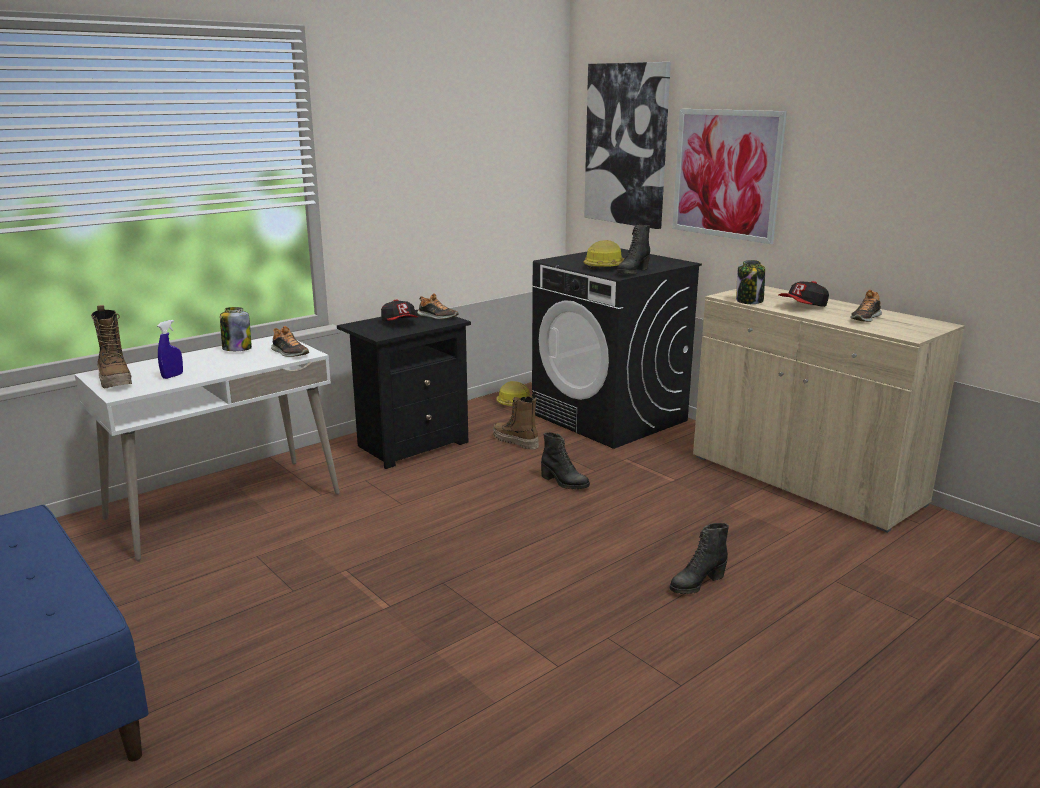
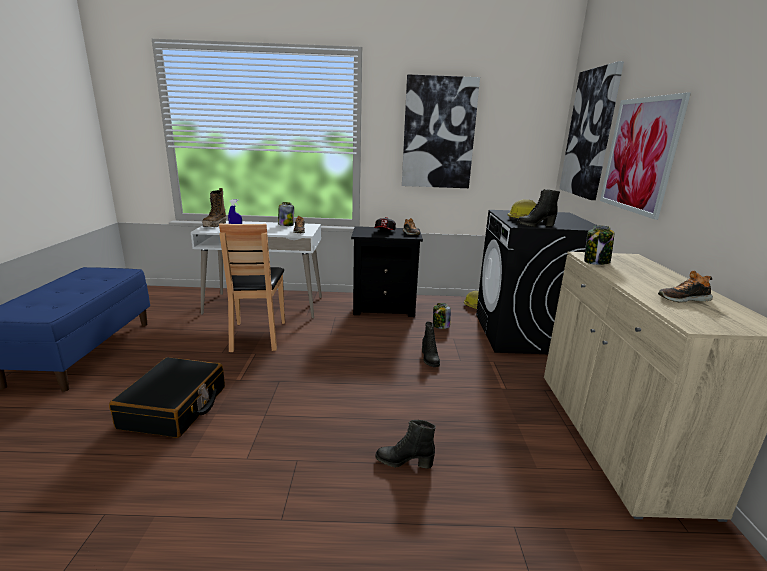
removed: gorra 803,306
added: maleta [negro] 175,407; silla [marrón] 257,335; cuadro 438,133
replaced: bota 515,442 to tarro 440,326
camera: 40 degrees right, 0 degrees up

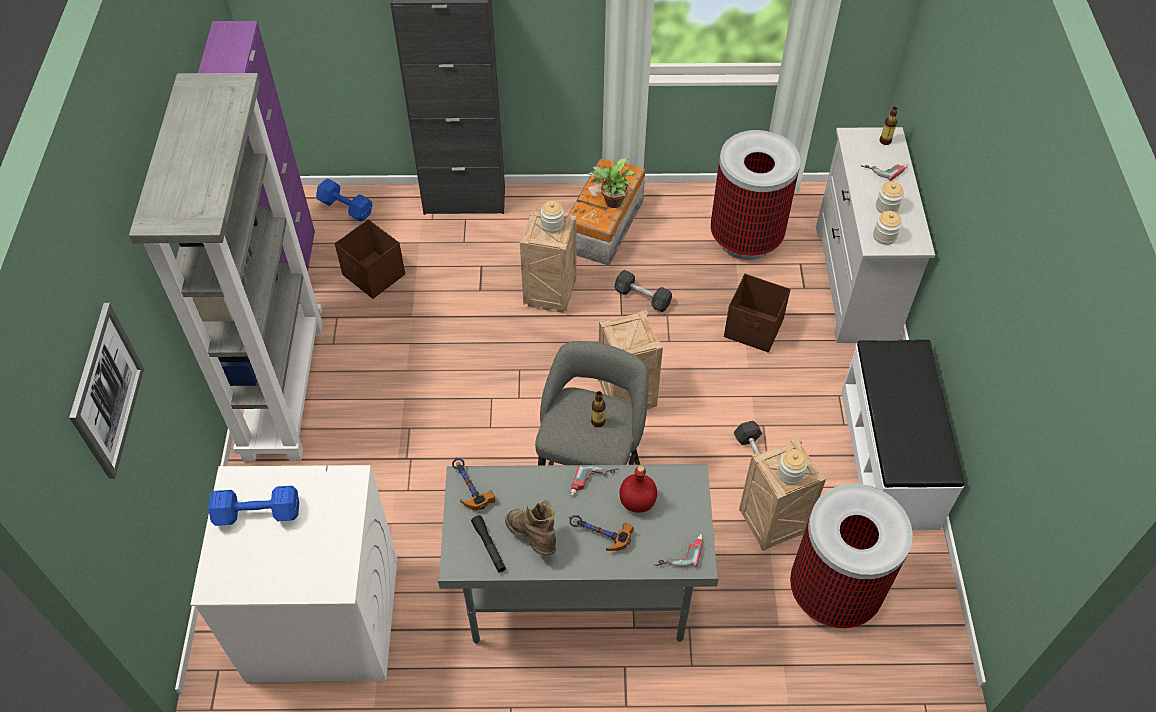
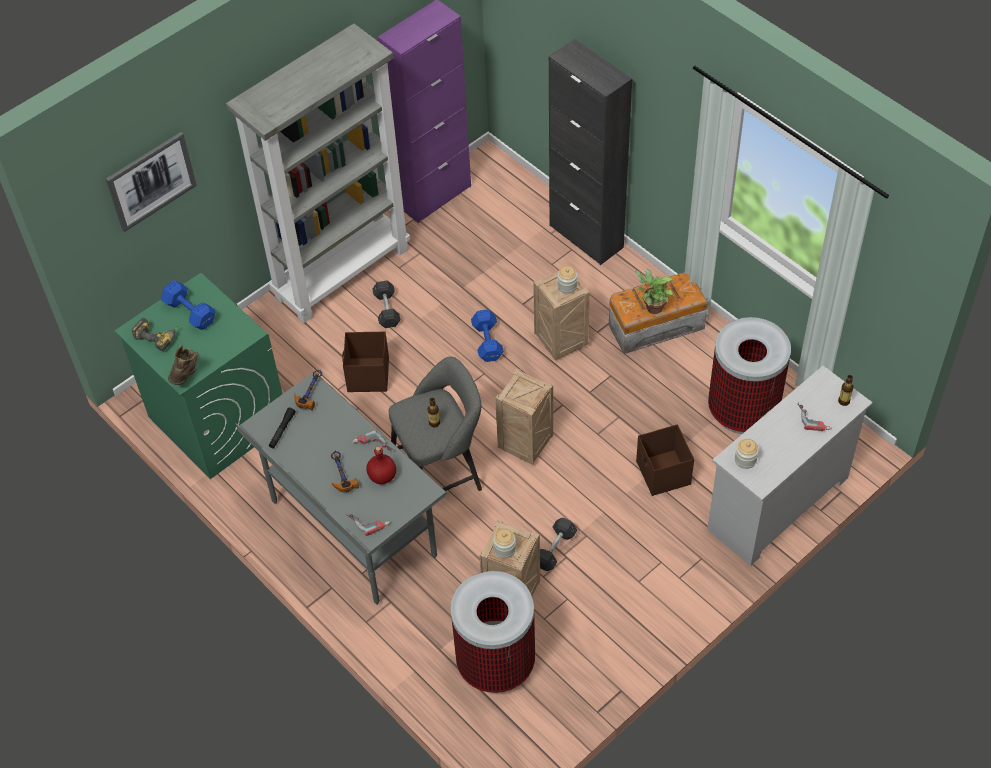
removed: banco [blanco] 889,457; tarro 887,207
added: taladro 158,336
moved: bota [marrón] 533,538 to 186,374; caja de almacenaje [marrón] 374,276 to 368,376; mancuerna [gris] 642,297 to 387,310; mancuerna [azul] 346,208 to 487,343
recoloured: lavadora [blanco] 322,618 to lavadora [verde] 217,419
camera: 50 degrees right, 0 degrees up

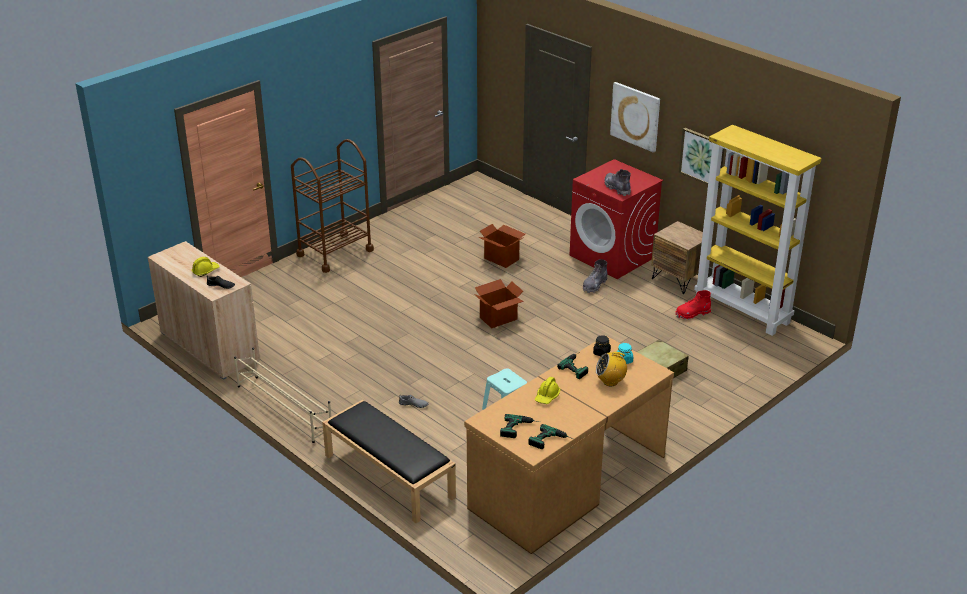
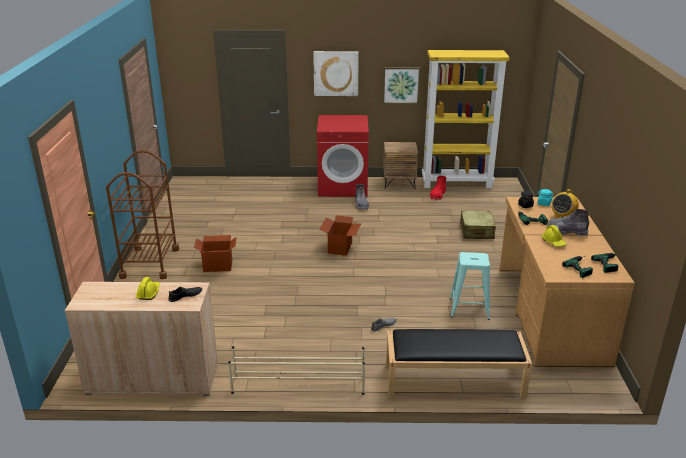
moved: caja de cartón 501,259 to 217,266; bota [gris] 617,188 to 566,231
camera: 45 degrees left, 5 degrees down

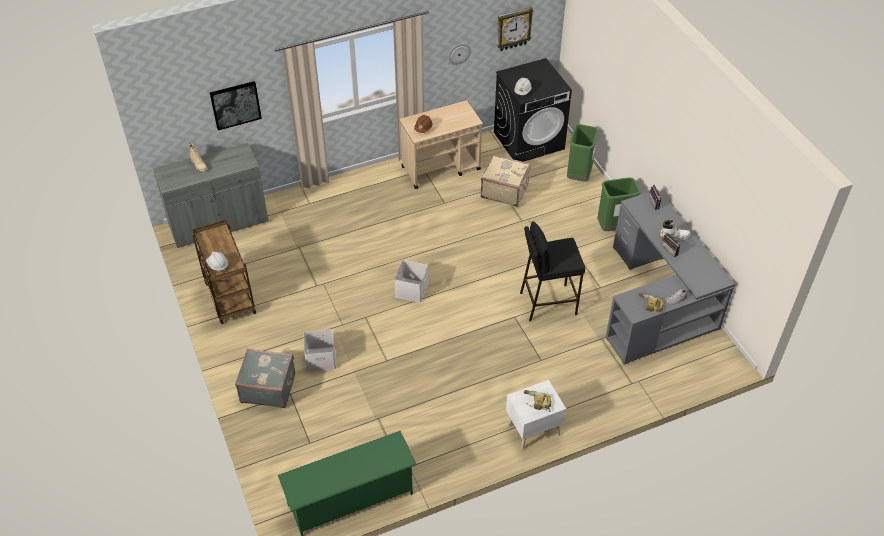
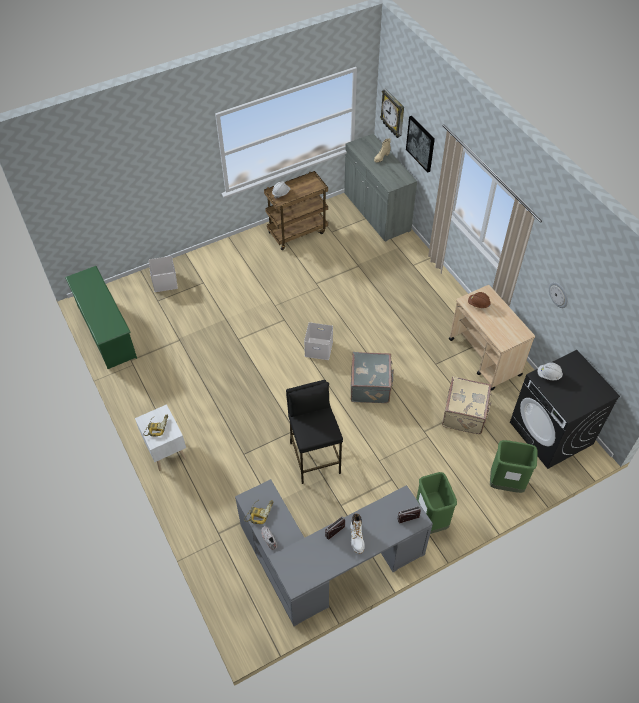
moved: caja de almacenaje [blanco] 321,358 to 165,282; maleta [gris] 268,387 to 371,386; reloj de pared 513,28 to 393,114
camera: 85 degrees right, 5 degrees up

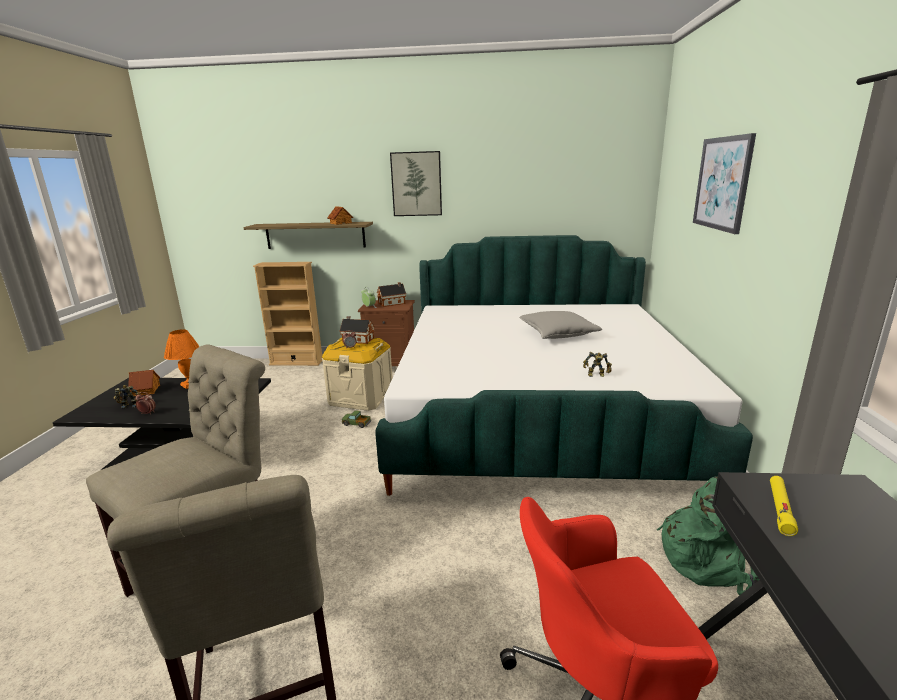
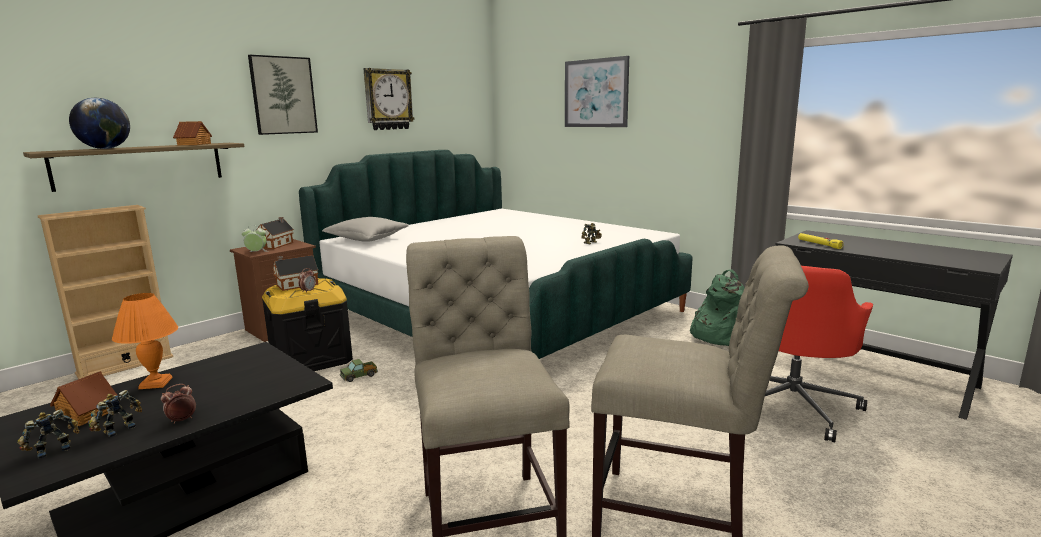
added: robot de juguete 53,449; globo terráqueo 105,148; reloj de pared 388,99
moved: cojín [gris] 558,334 to 367,239
recoloured: caja de almacenaje [beis] 361,397 to caja de almacenaje [negro] 311,359
camera: 50 degrees left, 5 degrees down

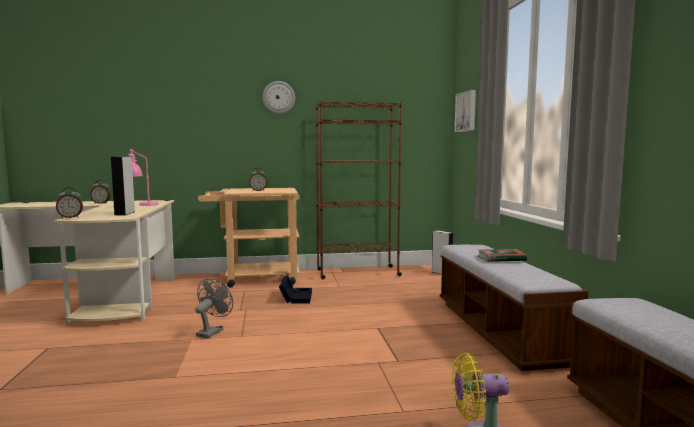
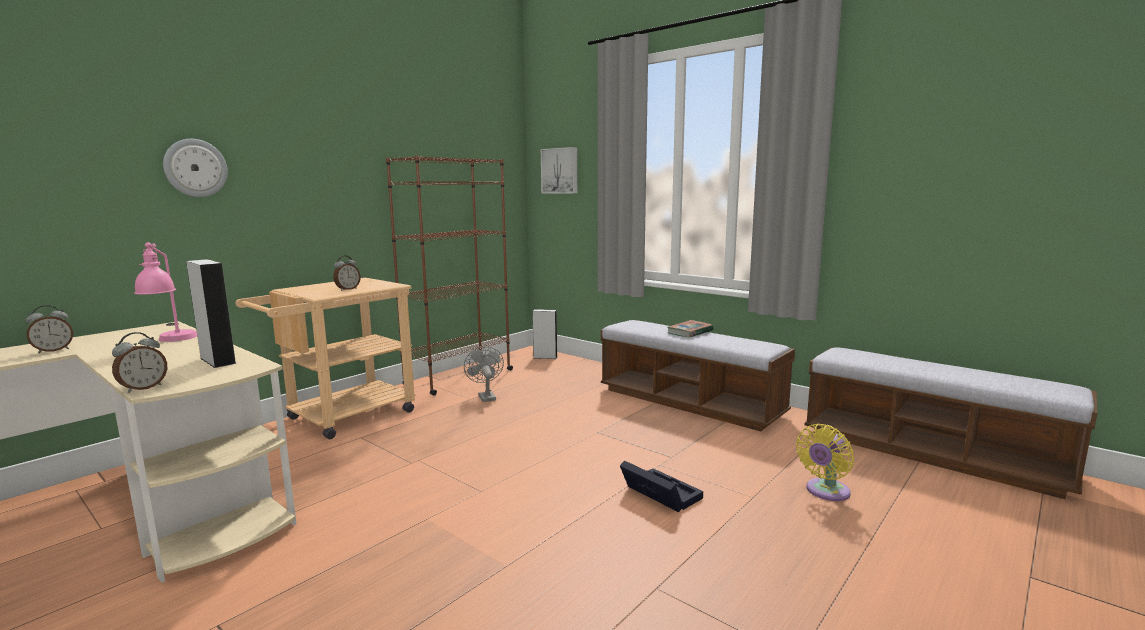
moved: reloj de pared 279,97 to 195,168; ventilador [gris] 212,331 to 485,396; caja de almacenaje [negro] 296,297 to 658,494
camera: 40 degrees left, 5 degrees up

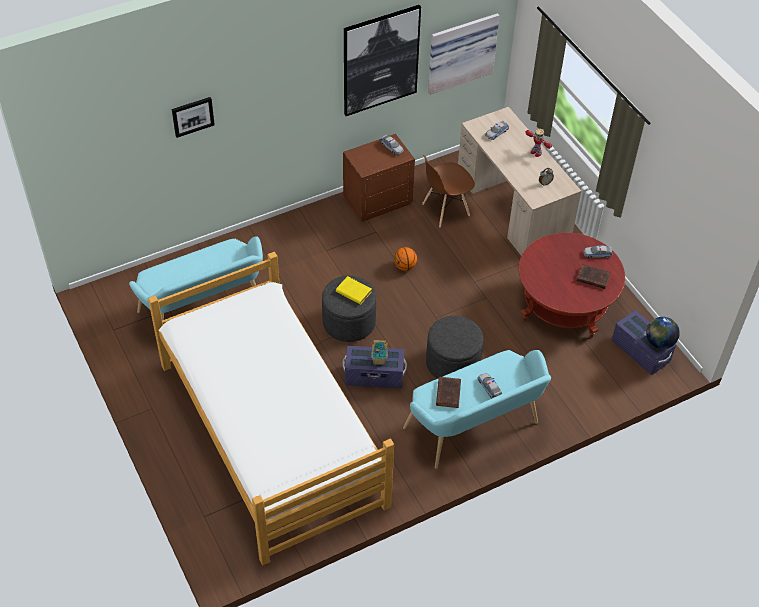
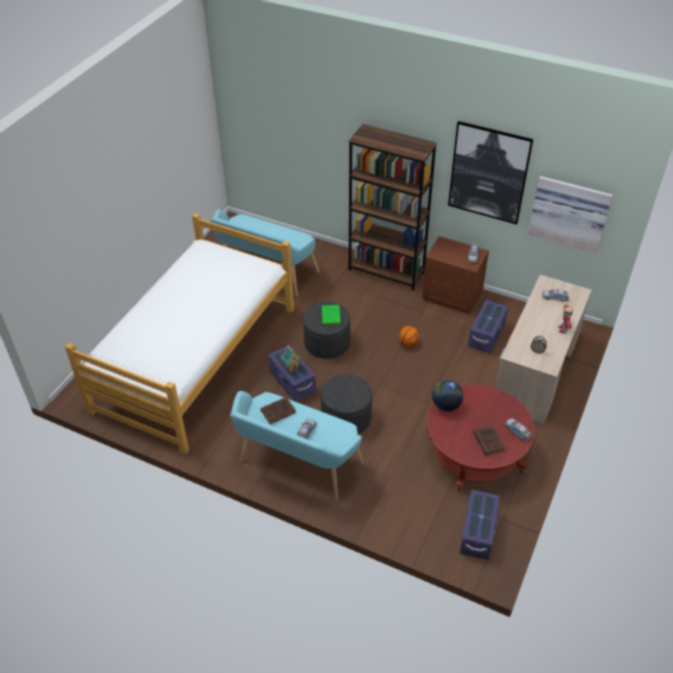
removed: cuadro 192,116
added: estantería [marrón] 386,271
moved: globo terráqueo 659,342 to 446,405
replaced: silla [marrón] 445,210 to caja de almacenaje [morado] 486,335
recoloured: libro [amarillo] 353,291 to libro [verde] 331,316
camera: 55 degrees right, 5 degrees down

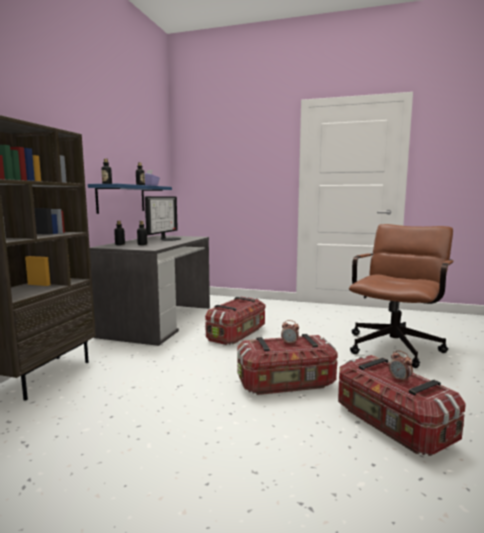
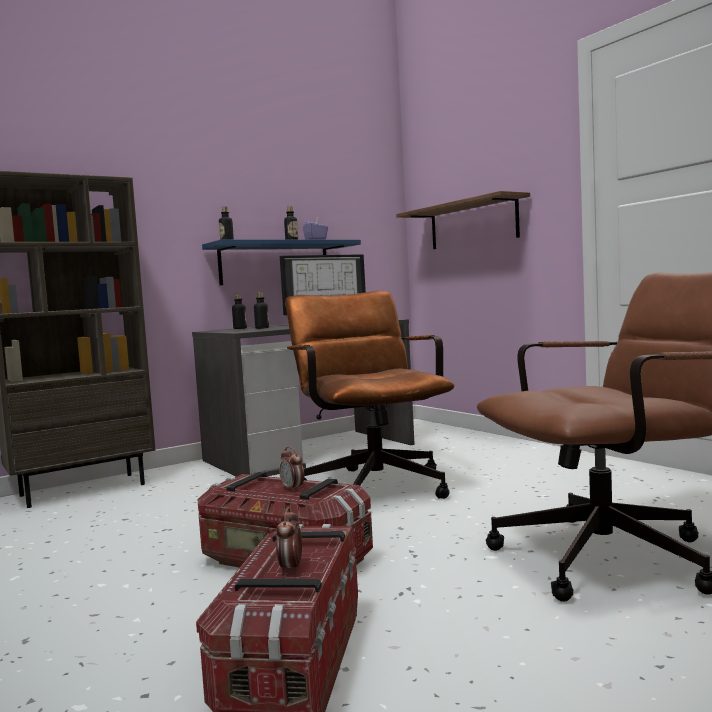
added: estante 472,224
replaced: caja de almacenaje 237,334 to silla de oficina [marrón] 372,485
camera: 40 degrees right, 5 degrees down

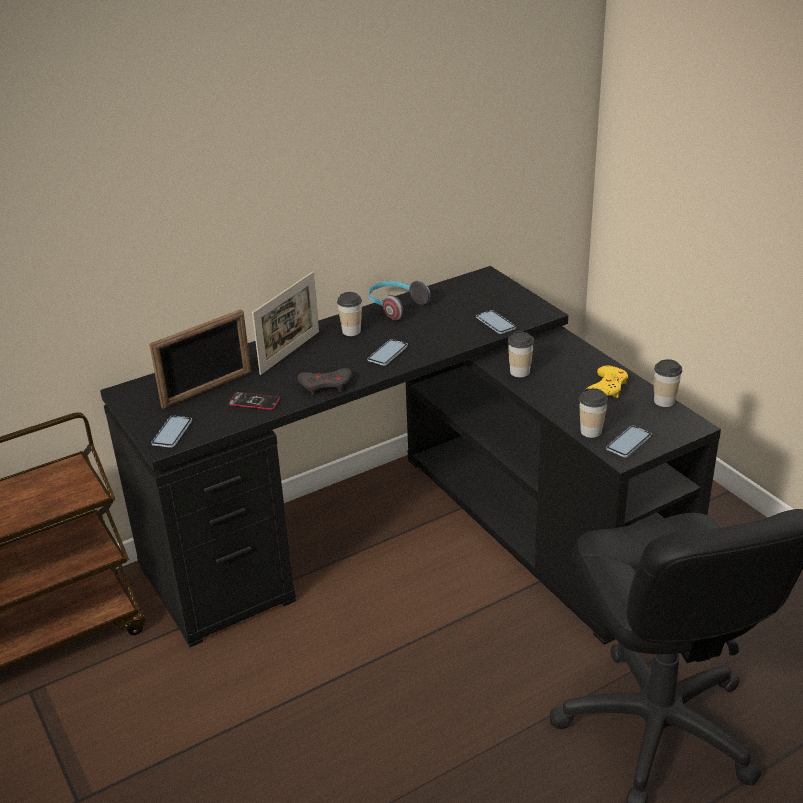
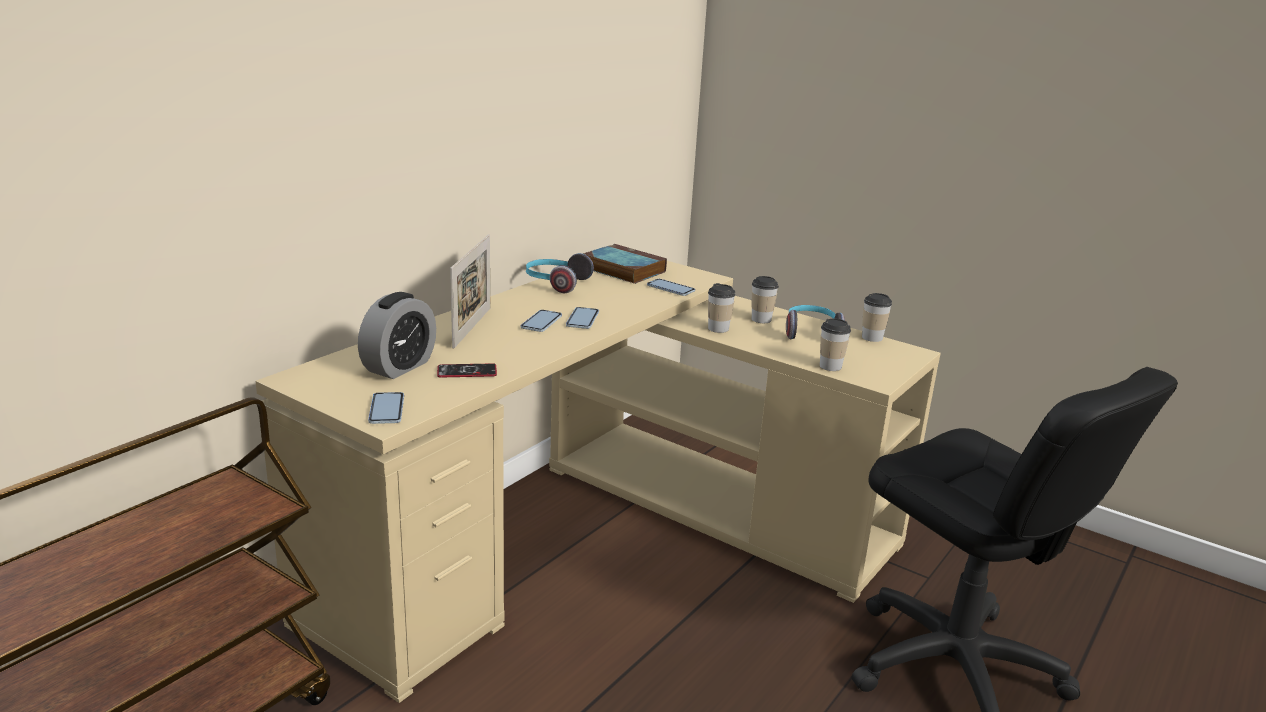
removed: mando de consola [gris] 325,385
added: libro 622,269
moved: móvil 628,442 to 541,322; taza 351,331 to 761,319
replaced: portarretratos 207,389 to despertador 399,367; mando de consola [amarillo] 606,387 to auriculares 811,332
recoloured: escritorio [negro] 421,535 to escritorio [beis] 606,535
camera: 25 degrees left, 10 degrees down

